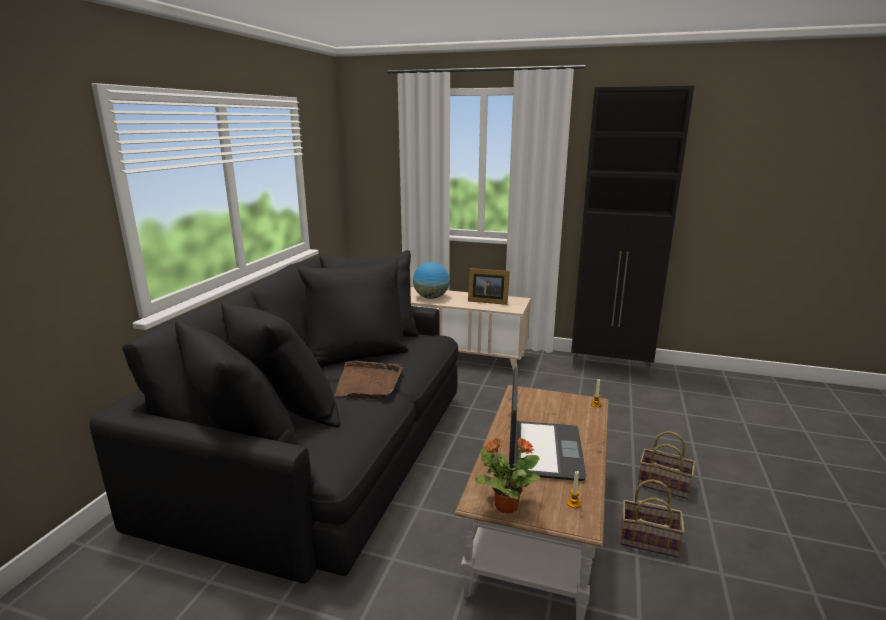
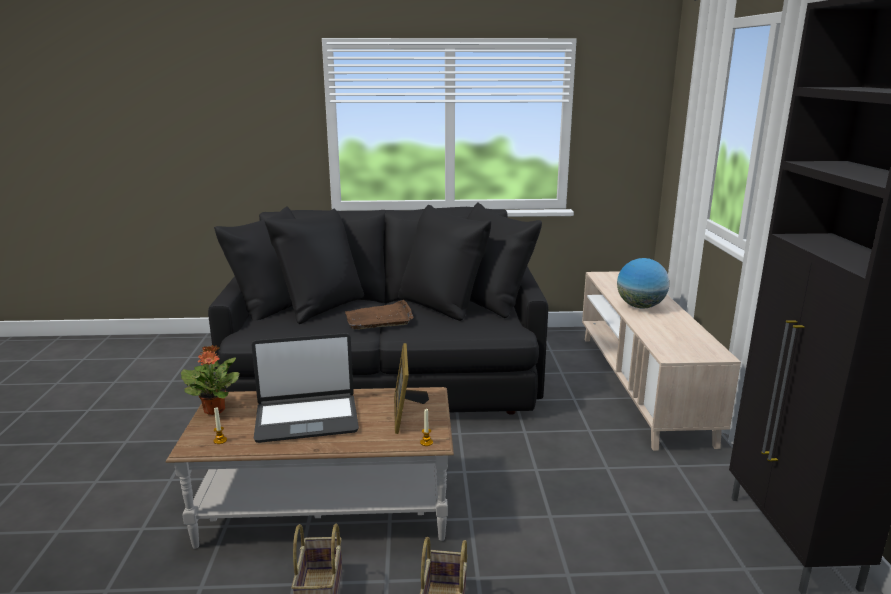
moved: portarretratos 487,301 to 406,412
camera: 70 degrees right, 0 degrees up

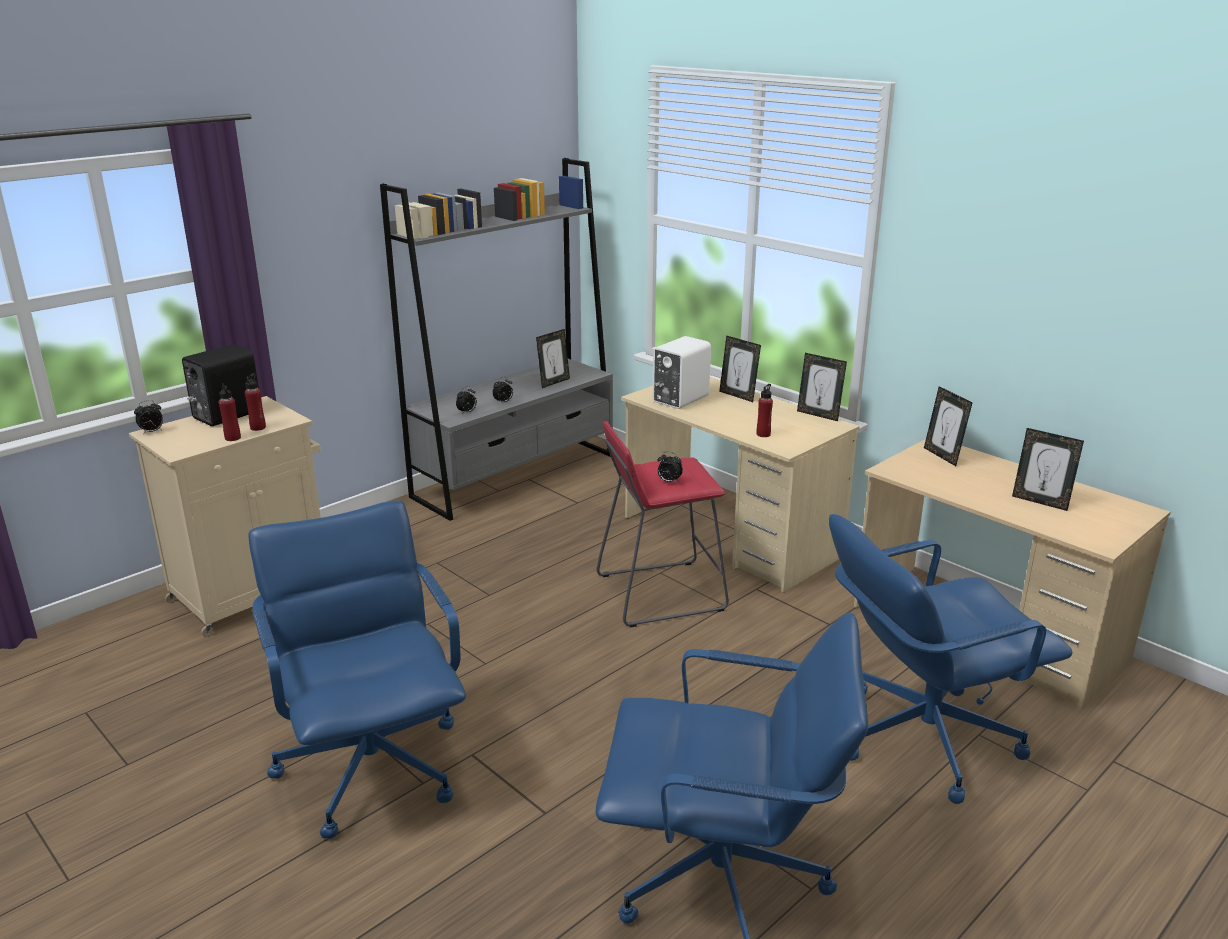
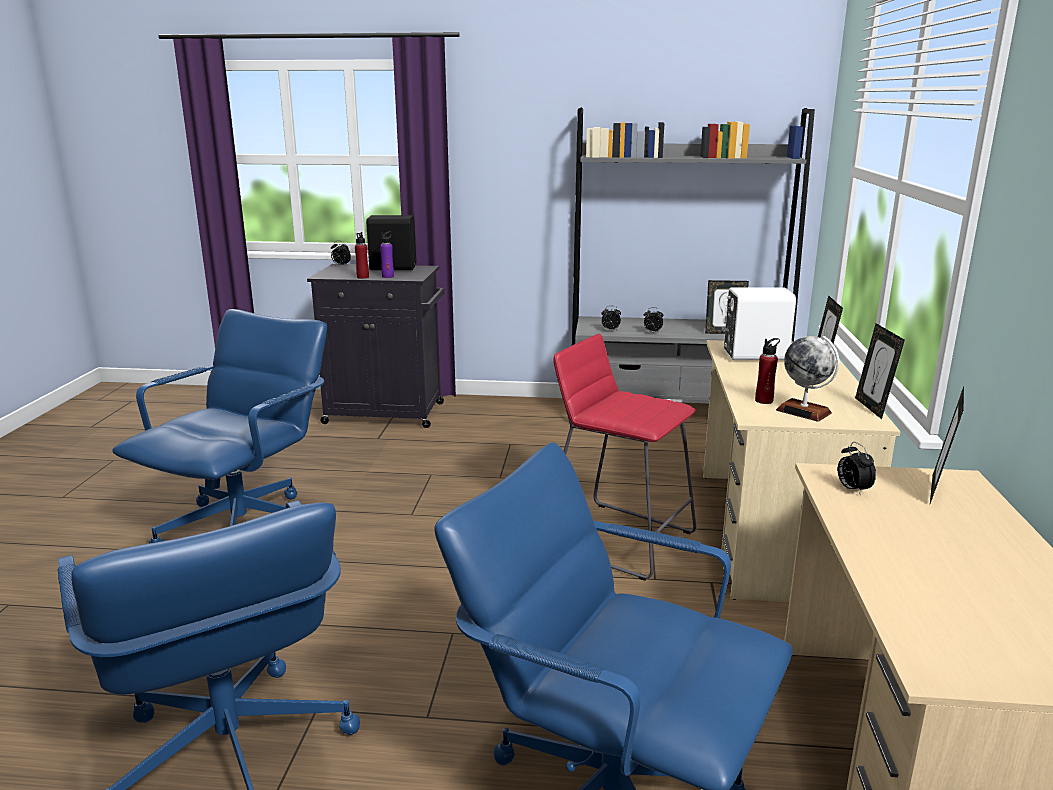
removed: portarretratos 1040,501
added: globo terráqueo 803,411
moved: despertador 668,482 to 852,489
recoloured: armario [beis] 254,592 to armario [negro] 387,413; botella [rojo] 258,427 to botella [morado] 388,276
camera: 50 degrees right, 5 degrees down

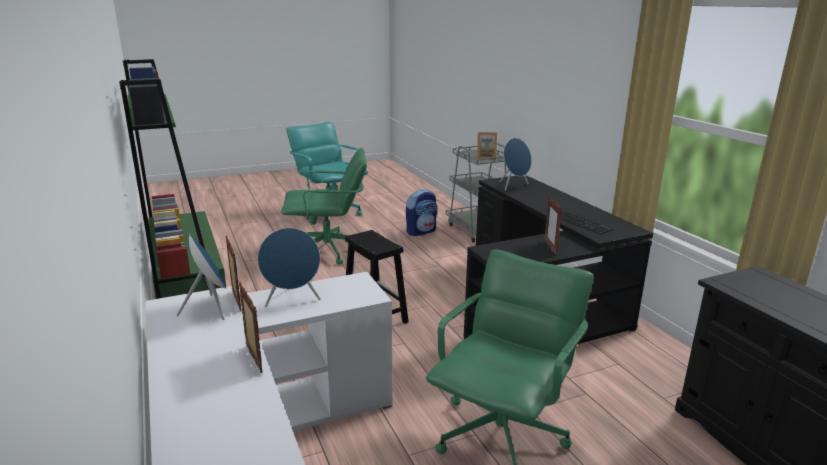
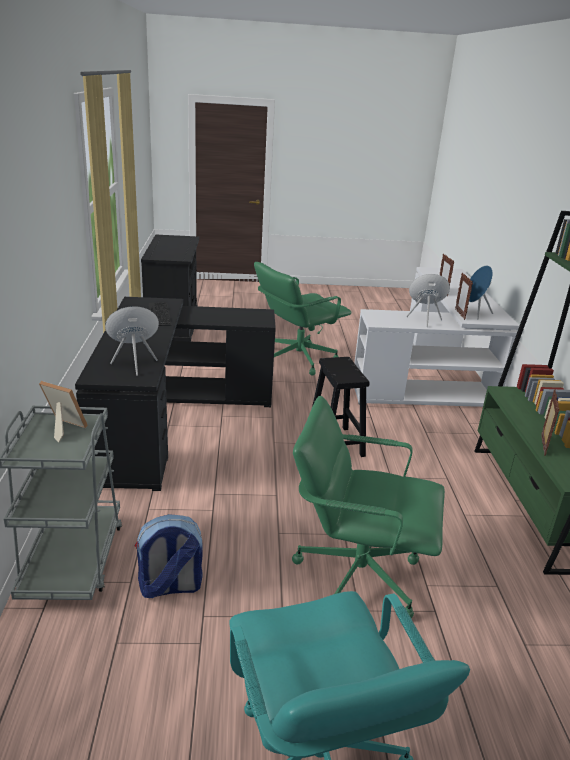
moved: portarretratos 550,247 to 542,445
camera: 160 degrees left, 5 degrees up

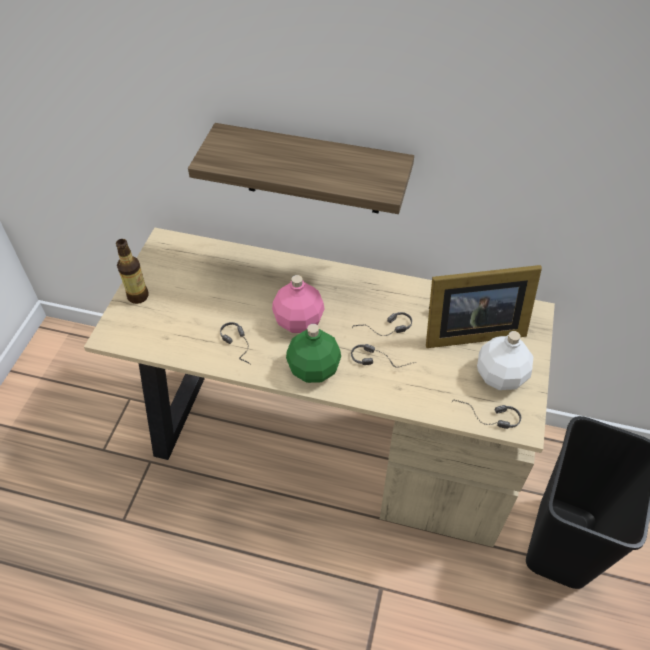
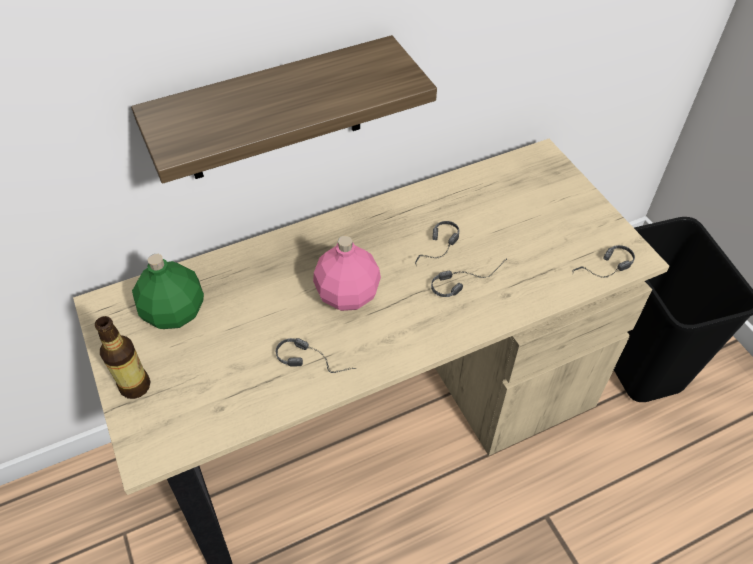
removed: portarretratos 469,331; botella [blanco] 500,377
moved: botella [verde] 313,369 to 174,313
camera: 40 degrees left, 0 degrees up

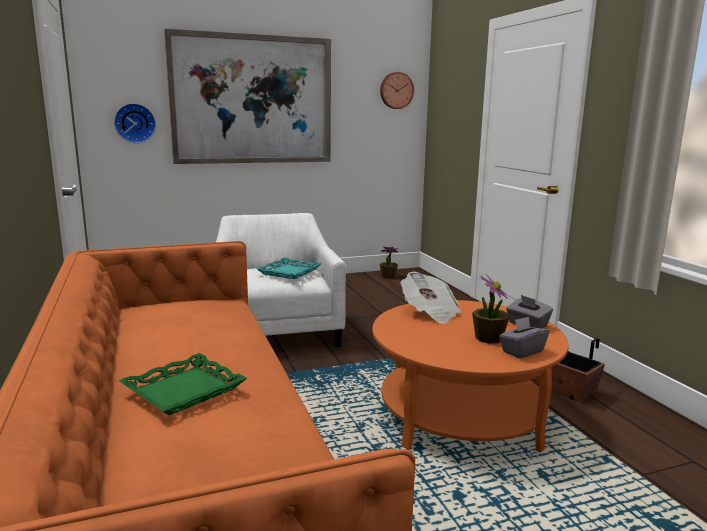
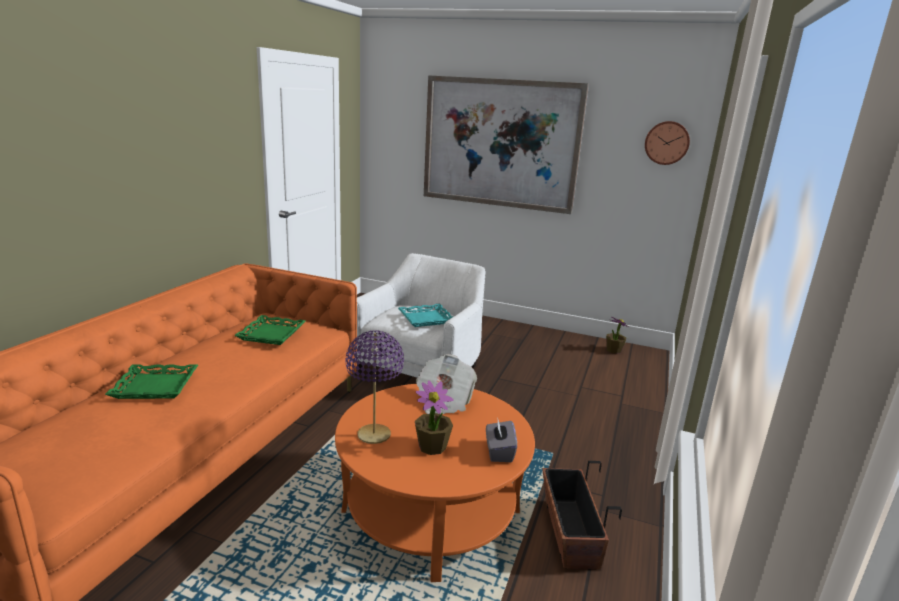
removed: reloj de pared 135,123; caja de pañuelos [gris] 522,351
added: bandeja [verde] 271,334; lámpara de mesa [morado] 373,435
camera: 40 degrees right, 5 degrees up

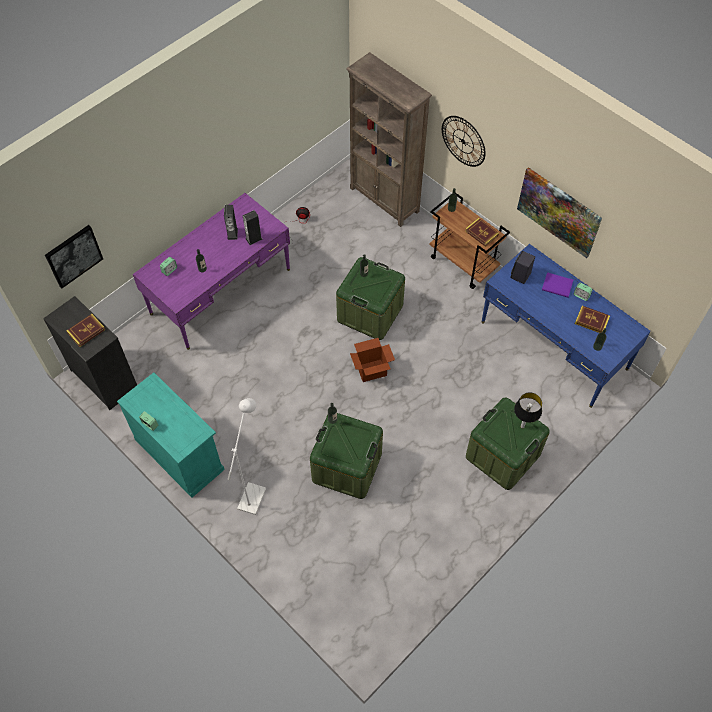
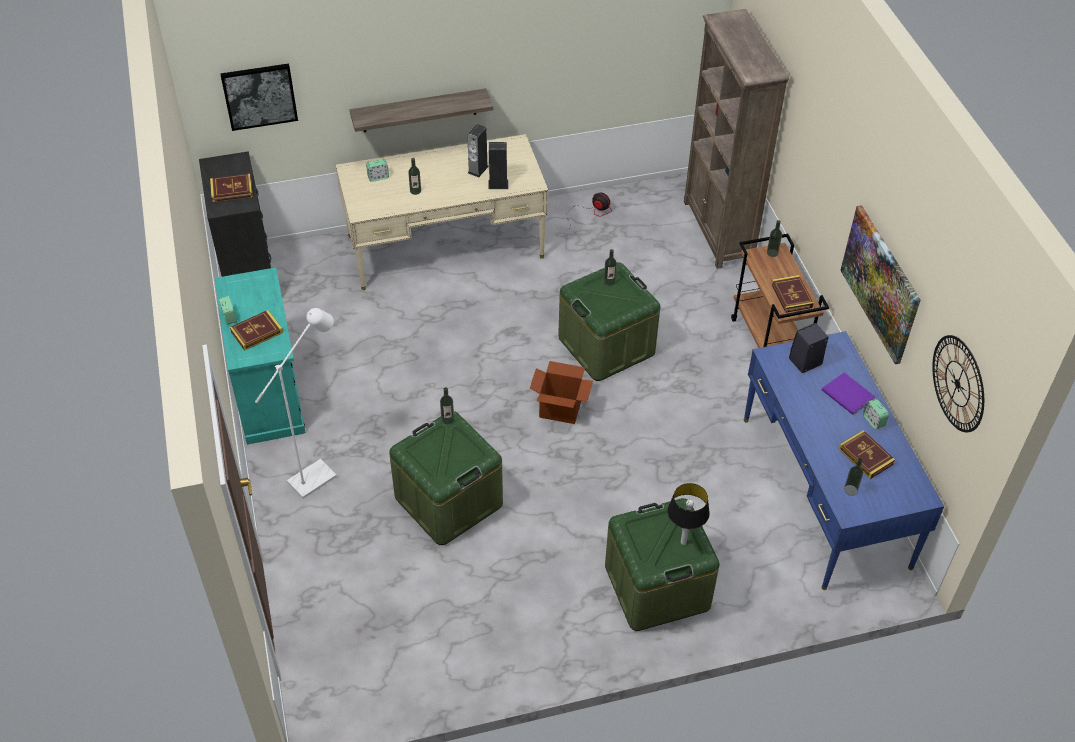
added: libro 256,332; estante 419,110
moved: reloj de pared 463,141 to 958,383
recoloured: escritorio [morado] 220,291 to escritorio [beis] 445,246
camera: 30 degrees right, 10 degrees down

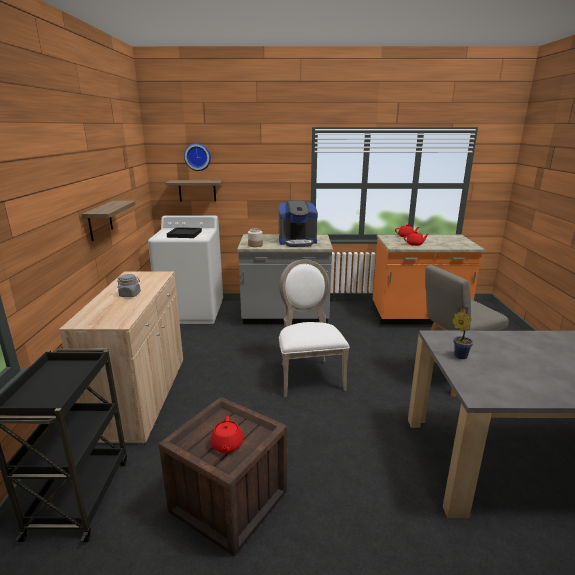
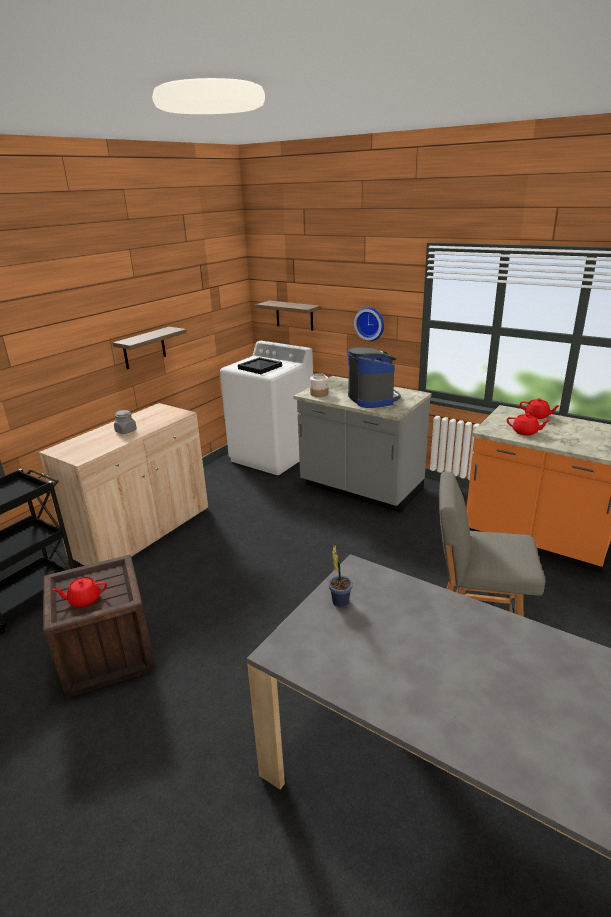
removed: silla [blanco] 308,375
moved: reloj de pared 197,156 to 370,323
turned: tetera [rojo] 227,445 = 84,599 45 degrees clockwise; cafetera 297,242 = 372,398 135 degrees counterclockwise
camera: 35 degrees right, 5 degrees up

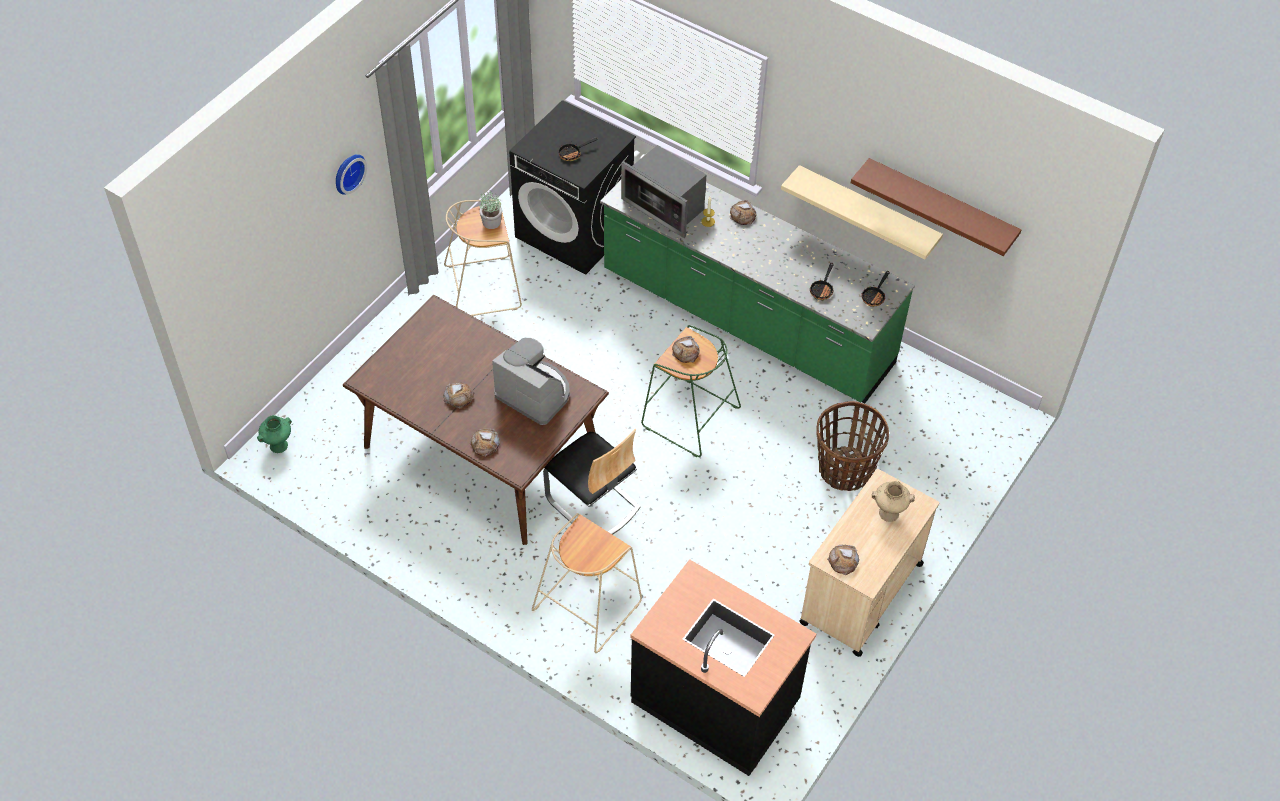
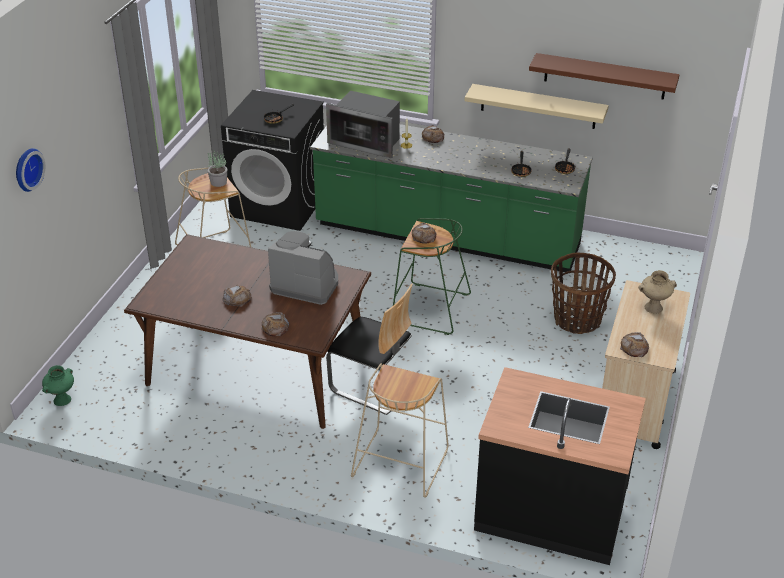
moved: reloj de pared 347,172 to 26,169
camera: 15 degrees left, 15 degrees down

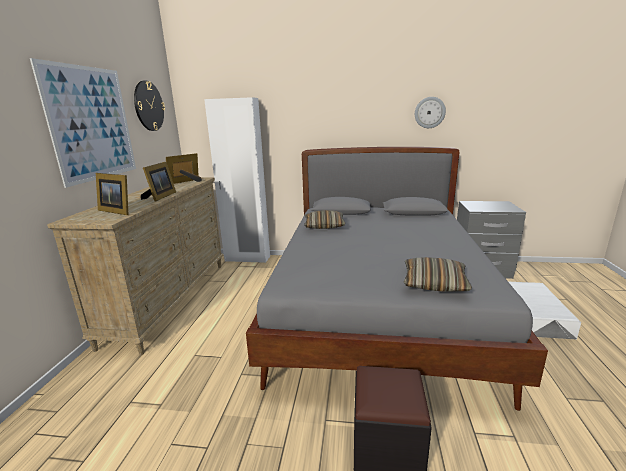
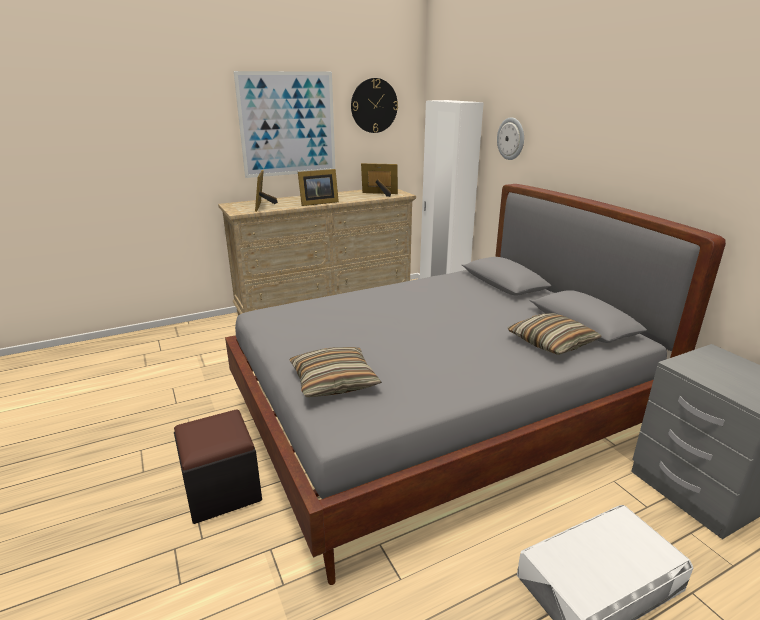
moved: reloj de pared 429,112 to 511,138; cojín 324,226 to 551,342
camera: 55 degrees right, 5 degrees up

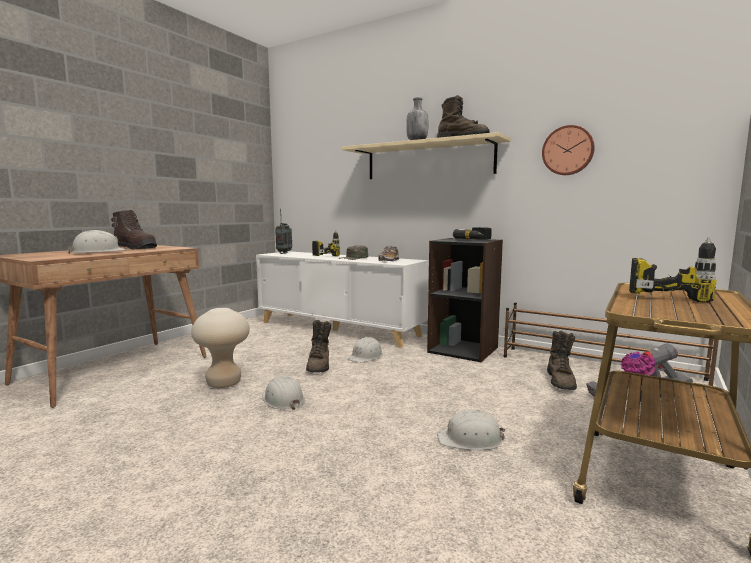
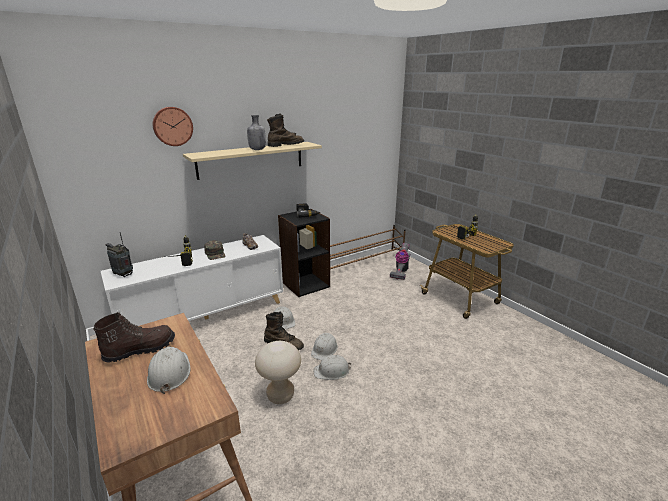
removed: bota [marrón] 561,381
moved: reloj de pared 568,150 to 172,126; casco [blanco] 470,439 to 324,349
camera: 65 degrees left, 15 degrees up

